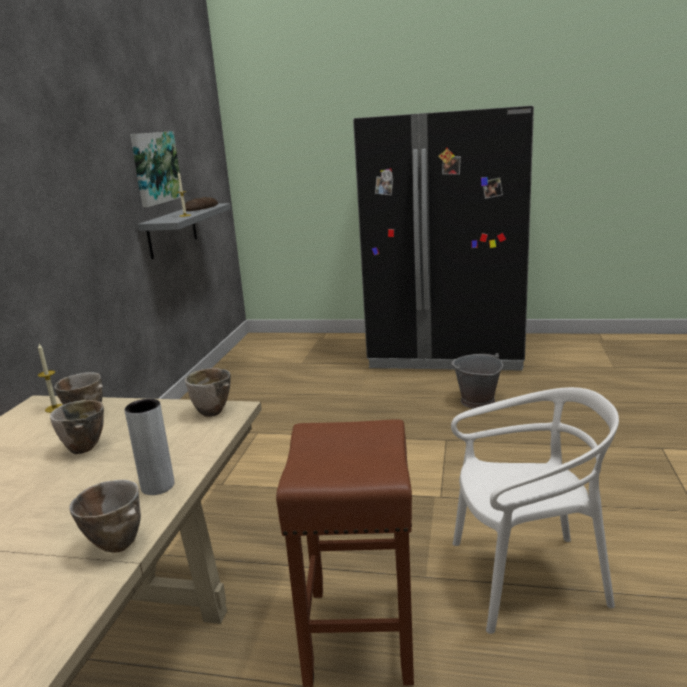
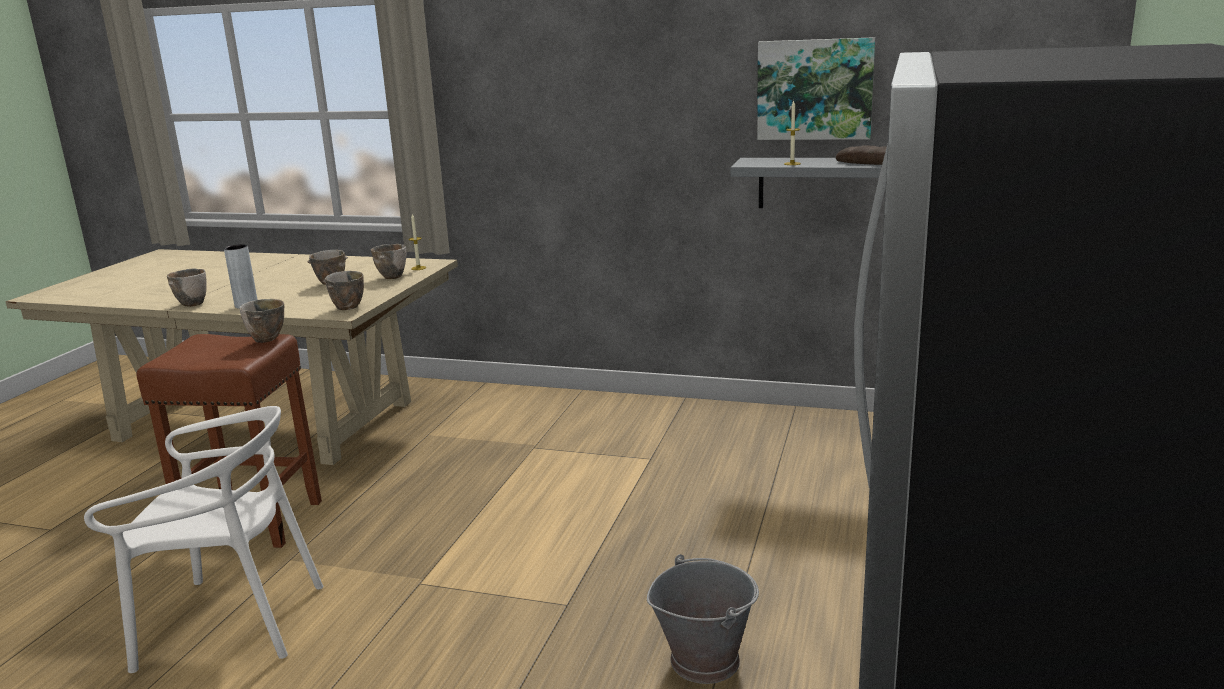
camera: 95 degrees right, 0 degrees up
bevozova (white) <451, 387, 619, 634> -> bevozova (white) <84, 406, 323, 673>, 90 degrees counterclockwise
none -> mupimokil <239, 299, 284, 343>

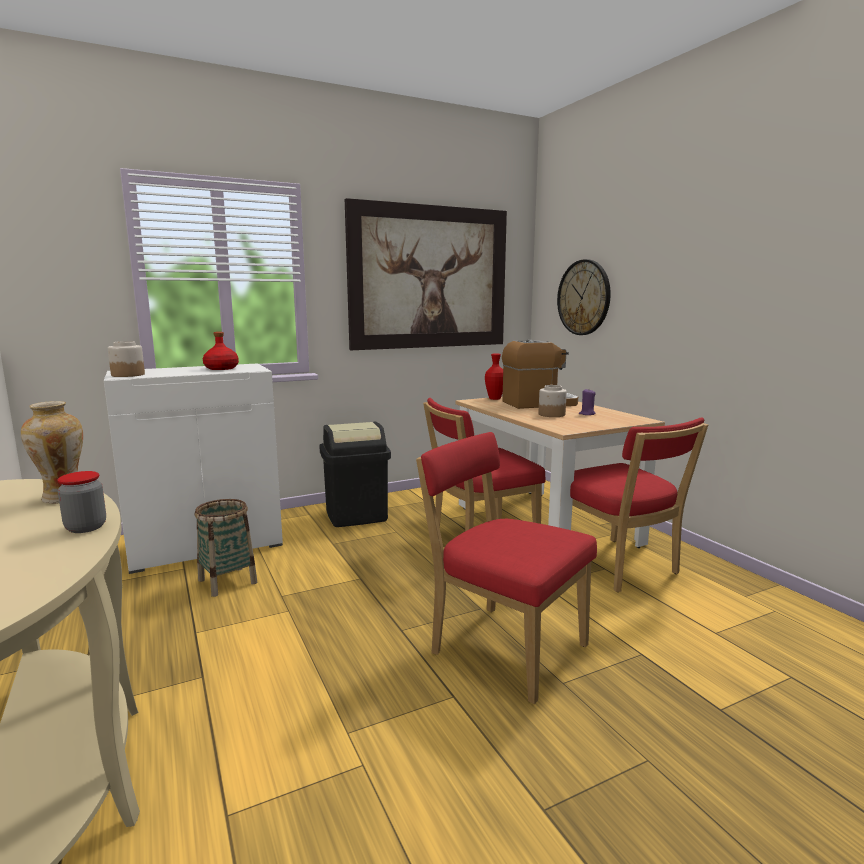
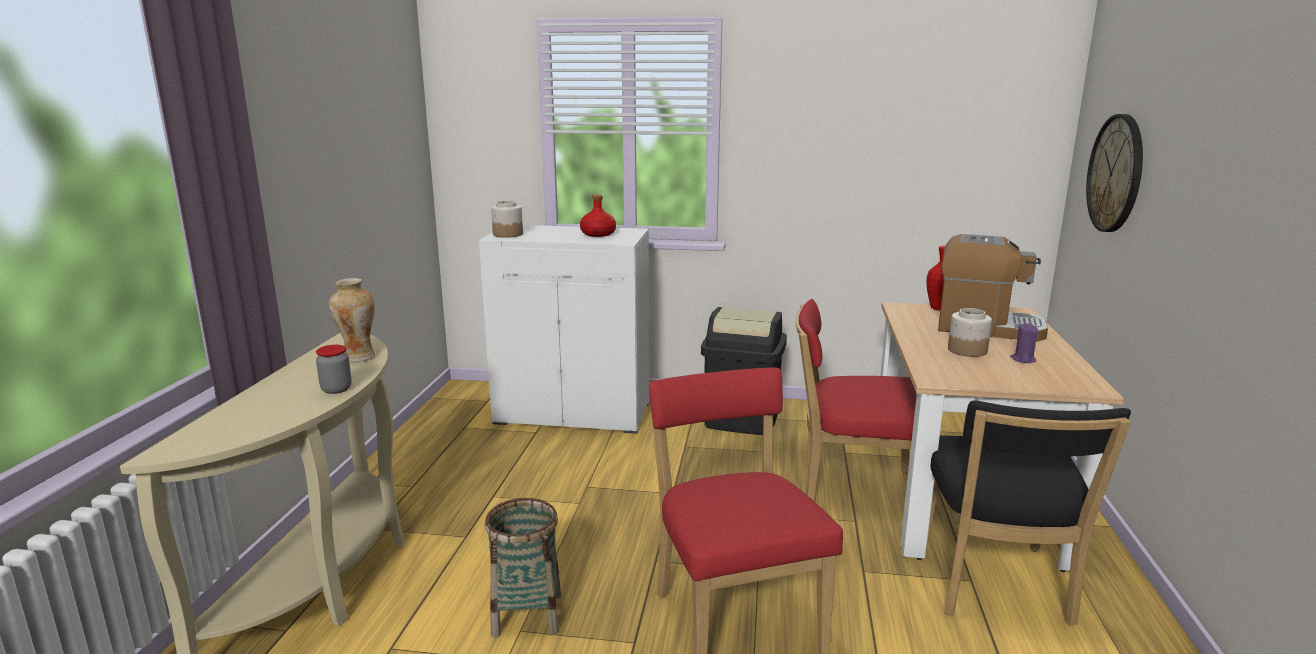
camera: 35 degrees right, 5 degrees up
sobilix <195, 499, 257, 597> -> sobilix <485, 498, 561, 638>, relocated
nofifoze <345, 198, 507, 350> -> none
bevozova (red) <570, 418, 708, 592> -> bevozova (black) <927, 400, 1131, 626>

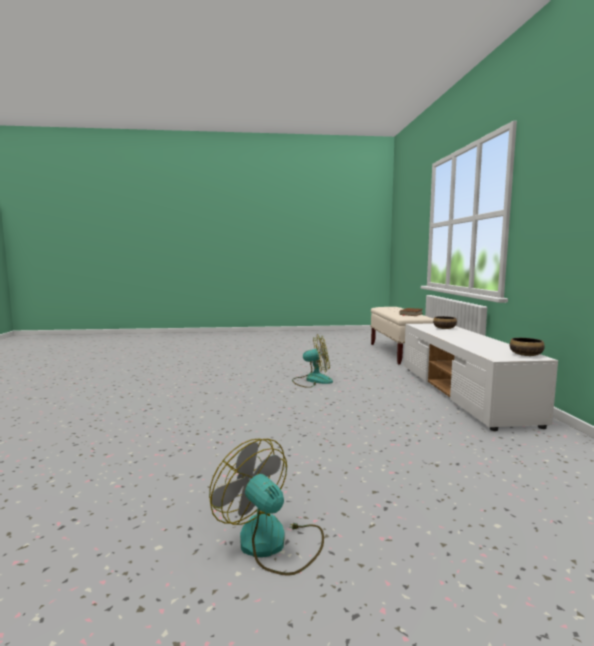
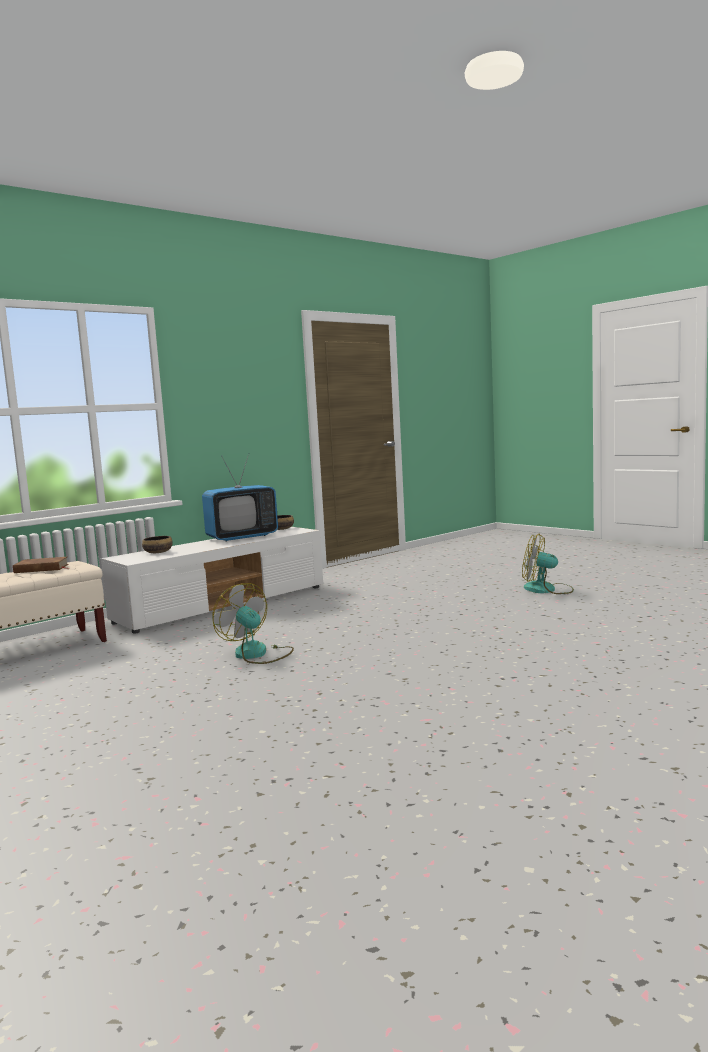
camera: 125 degrees left, 0 degrees up
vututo <209, 439, 324, 576> -> vututo <522, 533, 574, 594>, 105 degrees clockwise
none -> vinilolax <202, 453, 278, 541>

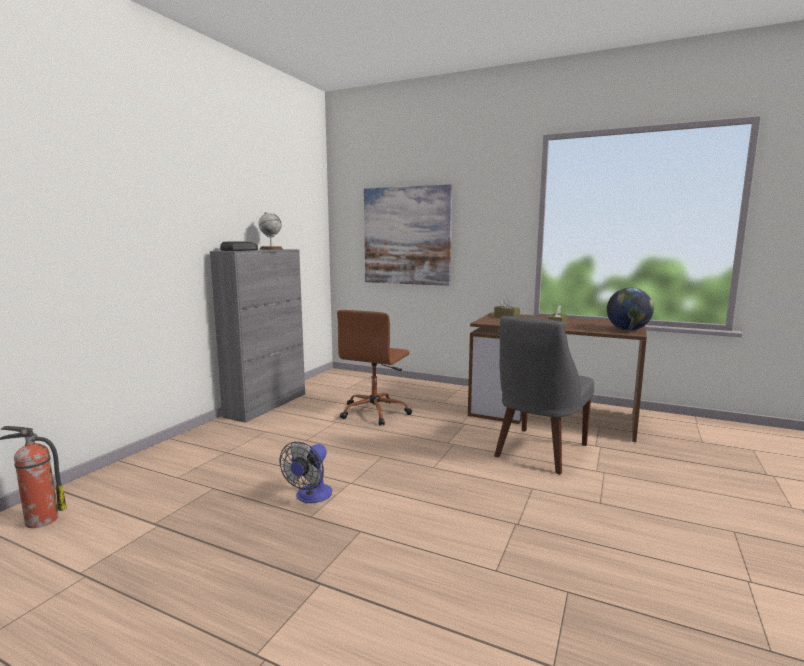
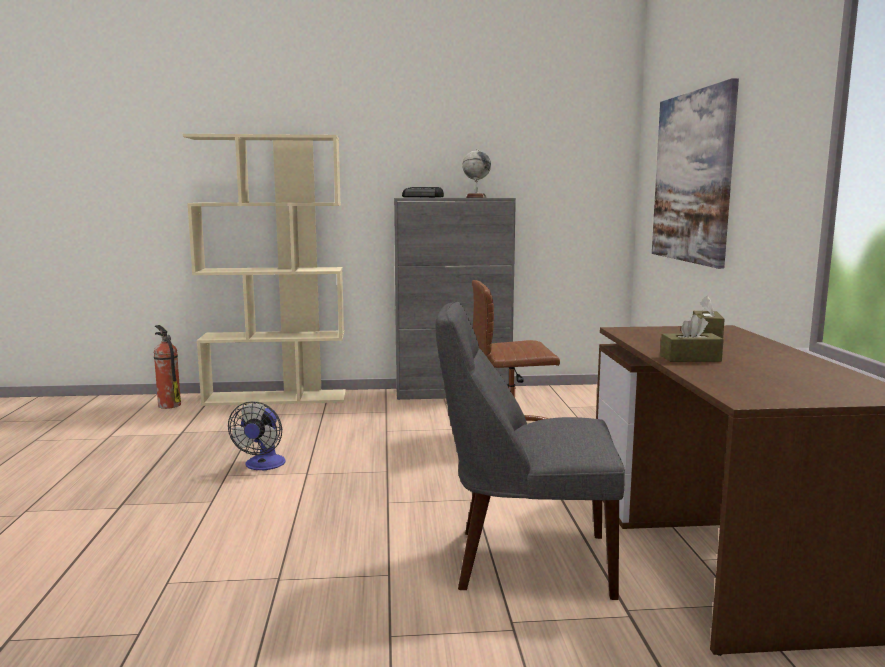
camera: 60 degrees right, 0 degrees up
vututo <279, 442, 332, 503> -> vututo <228, 402, 286, 470>, 75 degrees counterclockwise
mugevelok <607, 288, 654, 331> -> none
none -> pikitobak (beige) <183, 134, 346, 406>

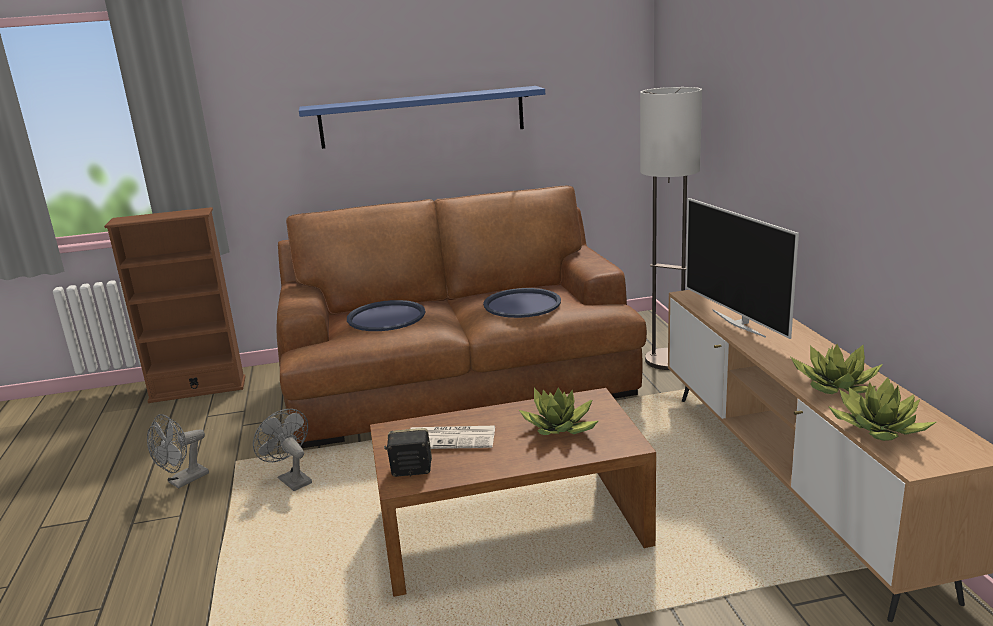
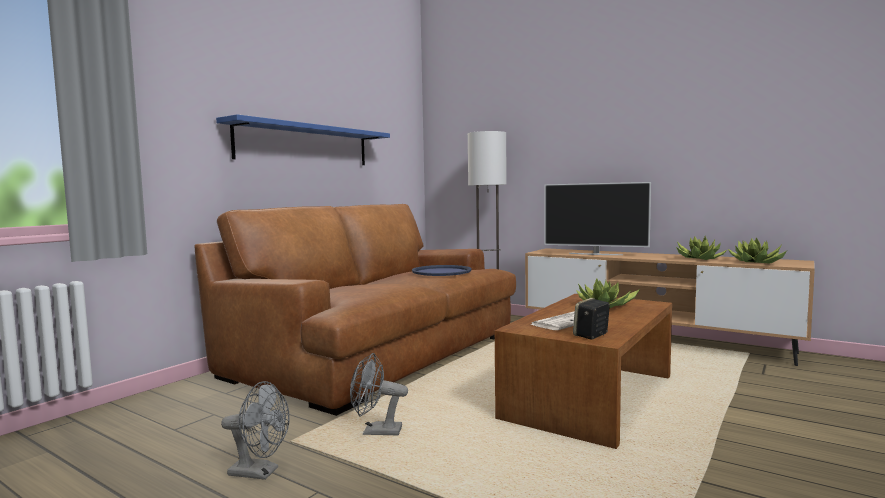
camera: 45 degrees left, 15 degrees down
pikitobak (brown) <104, 207, 246, 403> -> none
vututo (grey) <147, 414, 209, 489> -> vututo (grey) <221, 381, 290, 480>, 75 degrees counterclockwise
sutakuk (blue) <347, 300, 425, 331> -> none

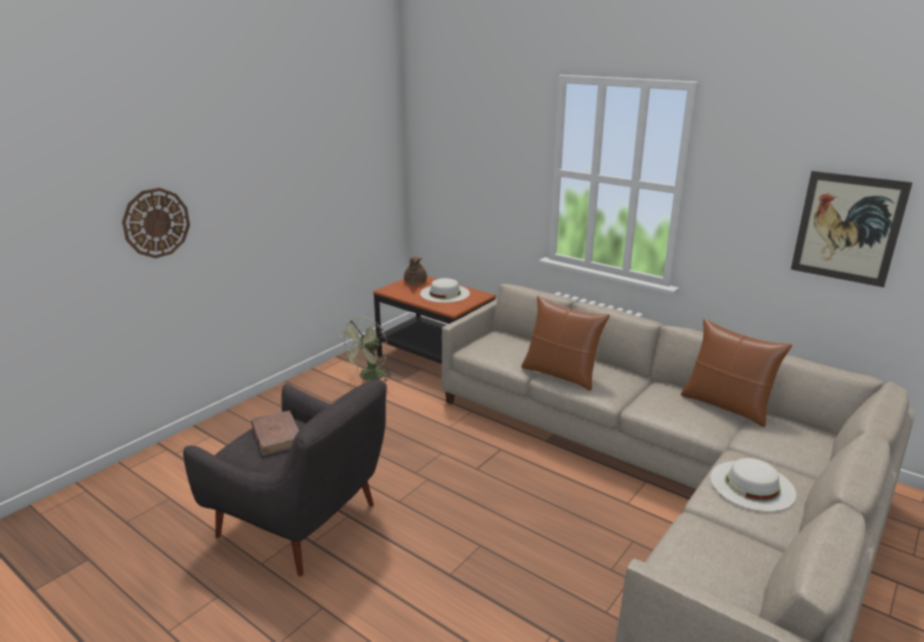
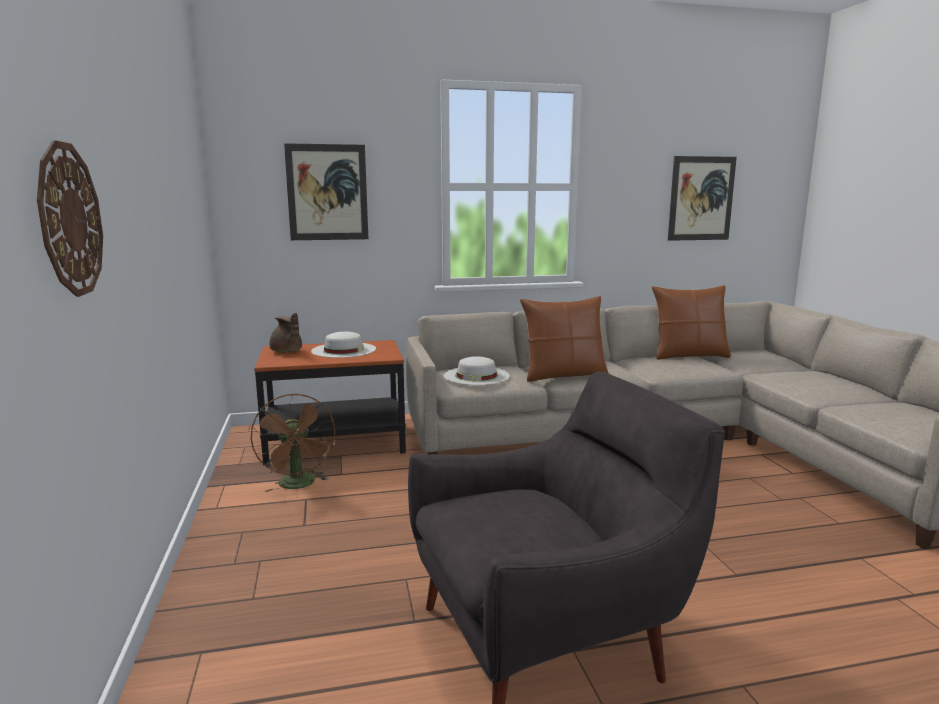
camera: 50 degrees left, 10 degrees down
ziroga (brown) <251, 411, 299, 455> -> none
vututo (green) <338, 316, 392, 382> -> vututo (brown) <251, 394, 335, 492>
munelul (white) <710, 458, 796, 512> -> munelul (white) <444, 356, 510, 385>, relocated
none -> nofifoze <284, 143, 368, 240>

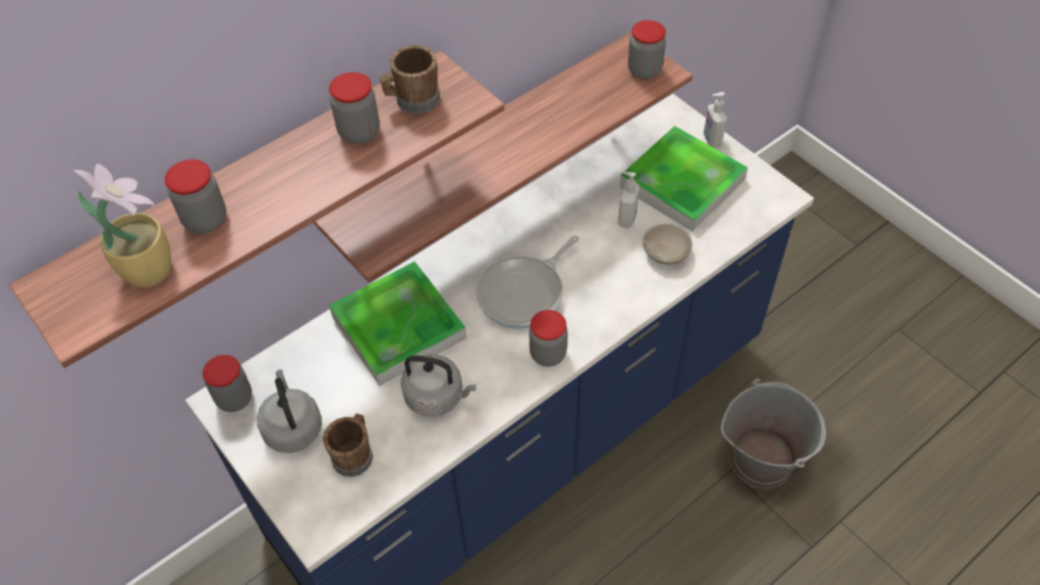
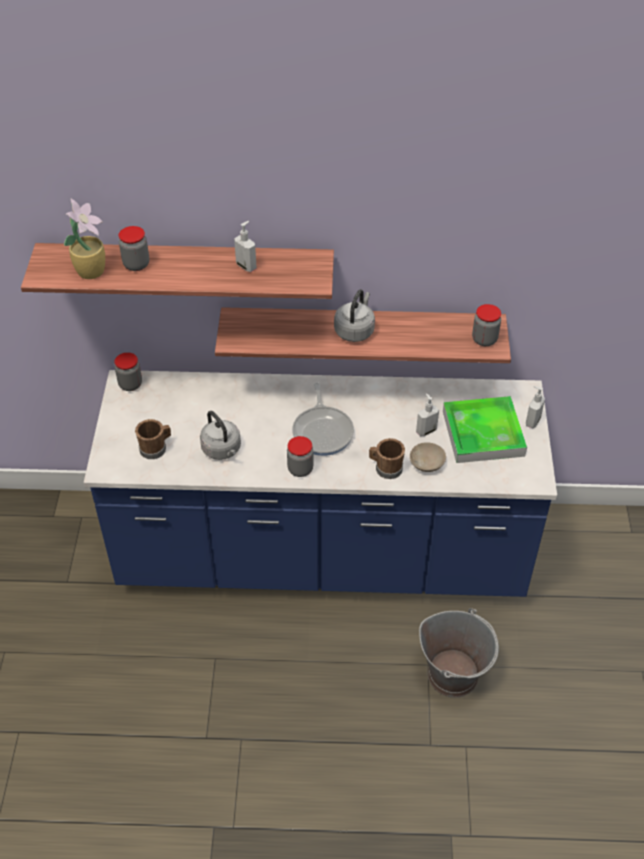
camera: 40 degrees right, 5 degrees down
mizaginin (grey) <257, 369, 322, 453> -> mizaginin (grey) <334, 289, 375, 342>, relocated
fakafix <329, 72, 380, 144> -> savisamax <234, 221, 257, 272>
sutakuk <329, 261, 467, 386> -> none
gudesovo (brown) <380, 45, 440, 114> -> gudesovo (brown) <369, 438, 405, 479>, relocated
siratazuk <476, 236, 579, 329> -> siratazuk <292, 382, 354, 456>, 90 degrees counterclockwise

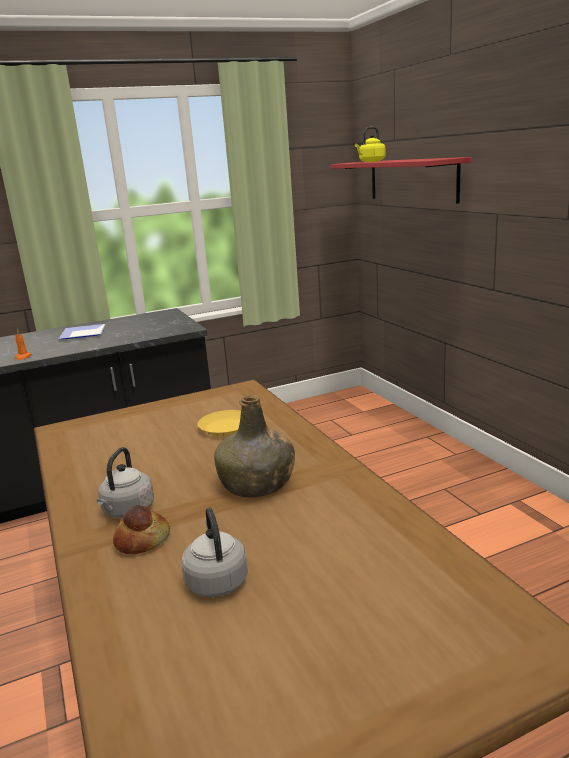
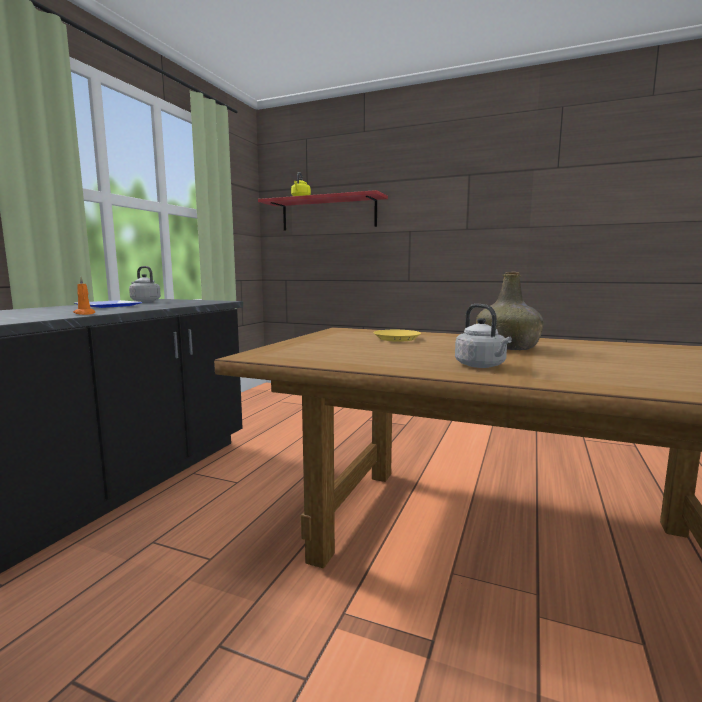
camera: 45 degrees left, 10 degrees down
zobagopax <113, 505, 170, 554> -> none
mizaginin (grey) <181, 508, 248, 597> -> mizaginin (grey) <129, 266, 161, 302>, relocated

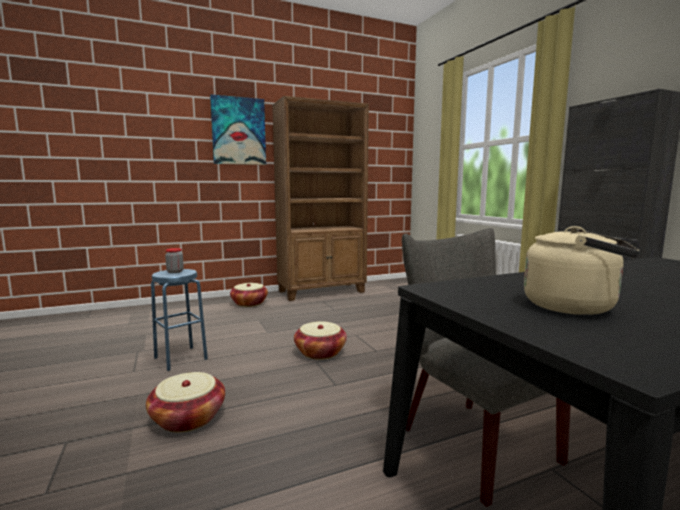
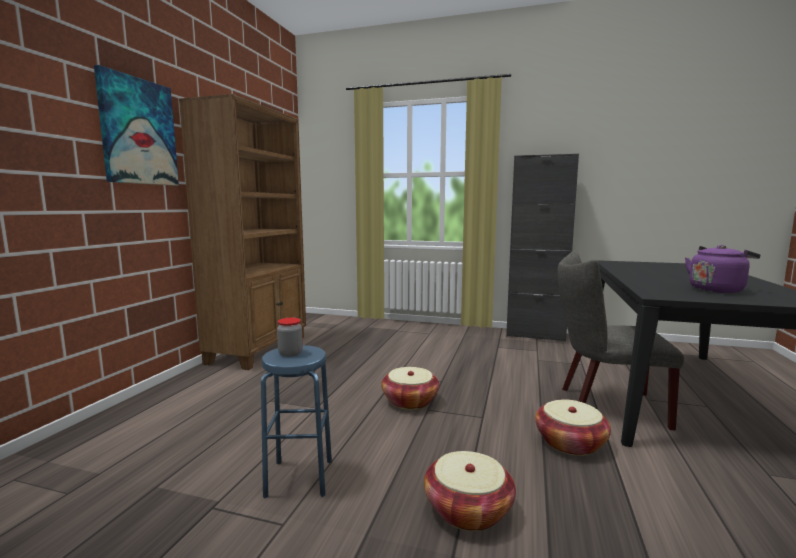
camera: 50 degrees left, 0 degrees up
sobilix <230, 283, 268, 307> -> sobilix <535, 399, 611, 456>, relocated
mizaginin (beige) <524, 226, 640, 315> -> mizaginin (purple) <685, 245, 760, 293>

